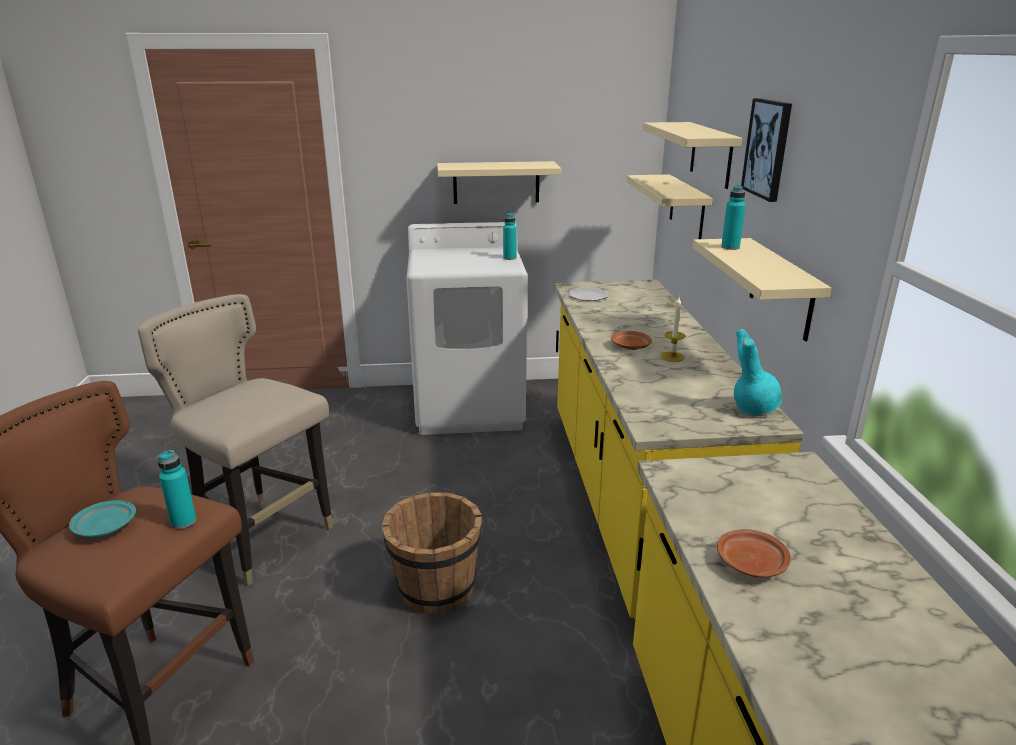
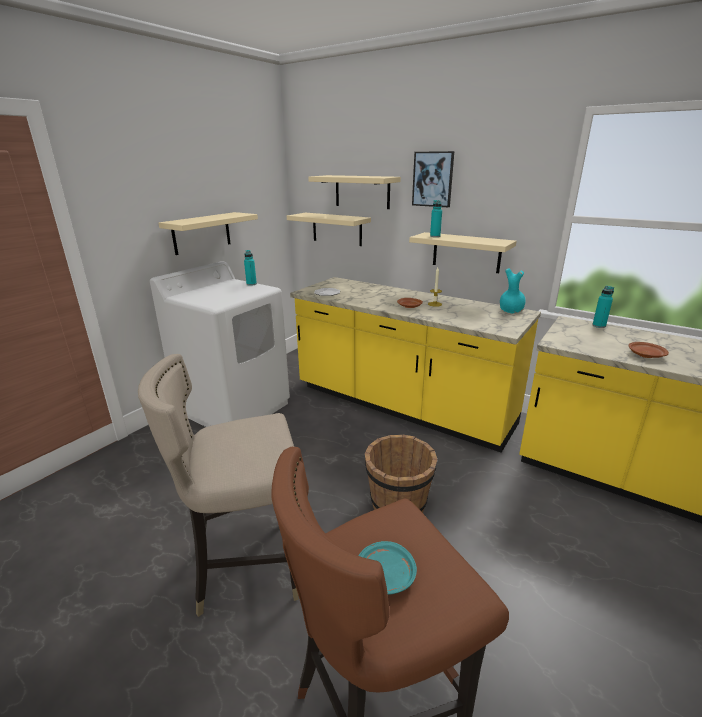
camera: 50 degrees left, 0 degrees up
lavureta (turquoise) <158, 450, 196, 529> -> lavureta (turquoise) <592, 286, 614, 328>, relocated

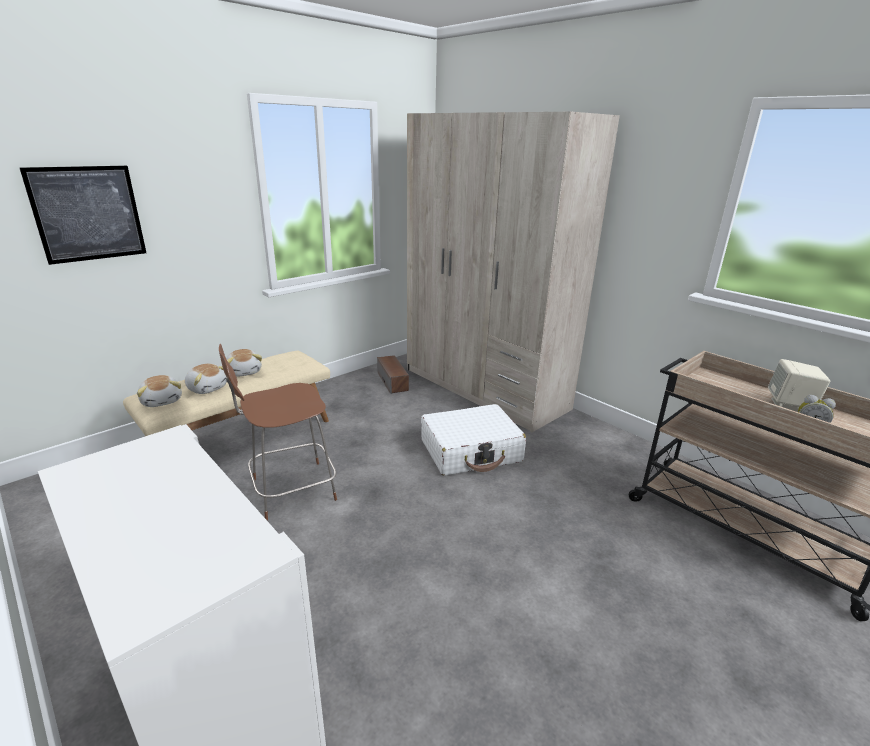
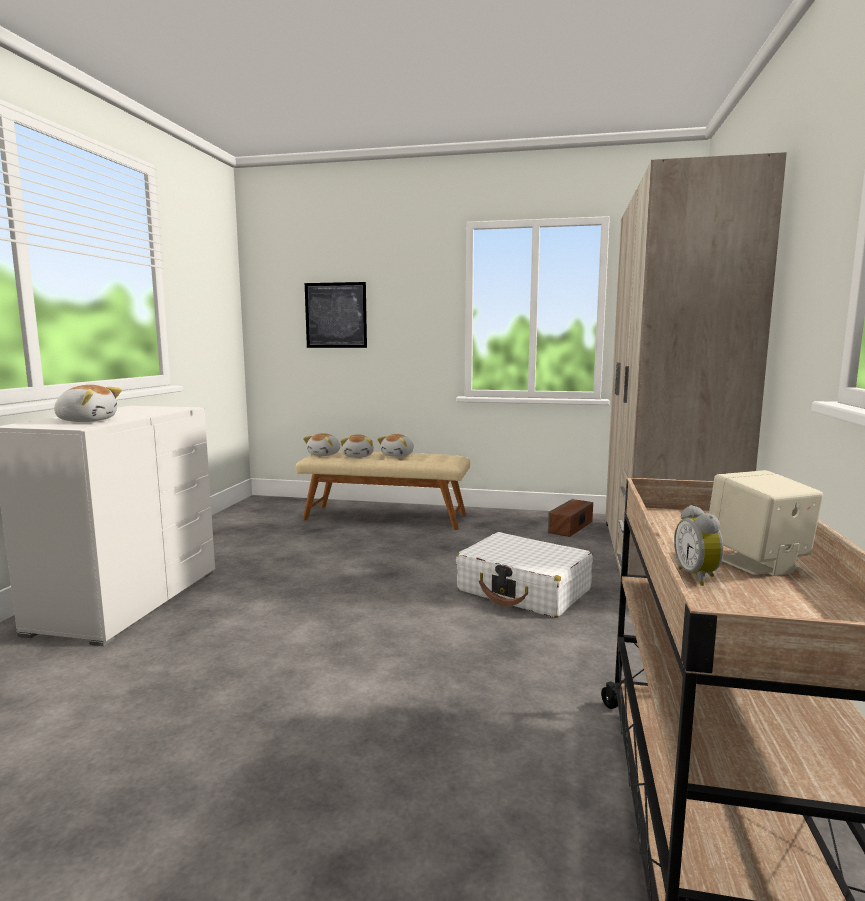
camera: 55 degrees right, 15 degrees down
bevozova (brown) <219, 344, 337, 520> -> none
none -> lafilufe <54, 385, 122, 422>

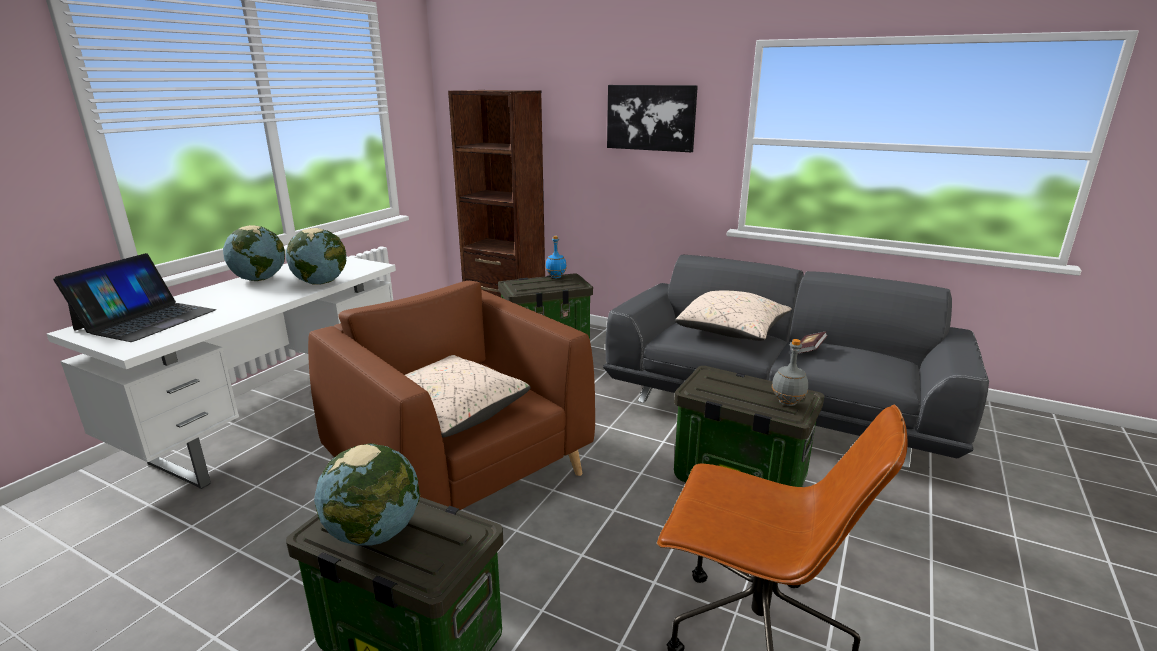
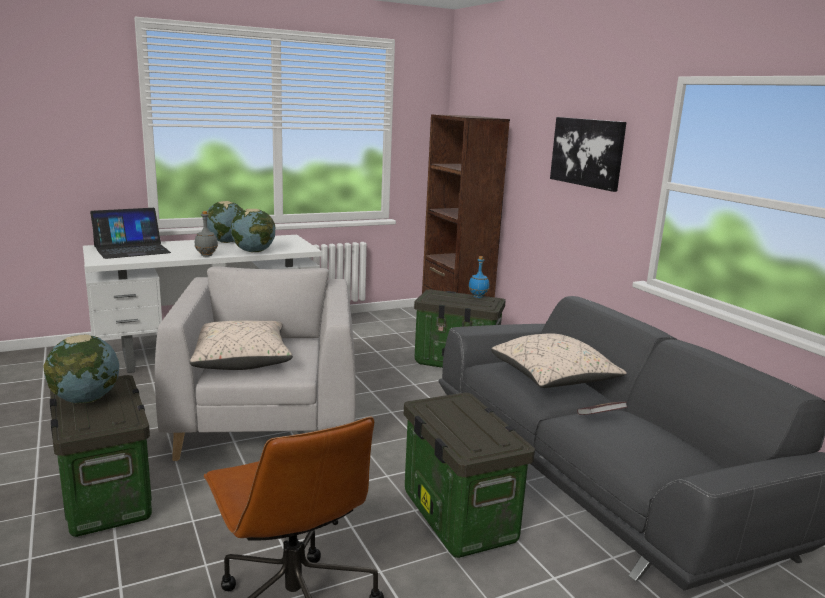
camera: 35 degrees right, 5 degrees down
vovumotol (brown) <308, 281, 595, 510> -> vovumotol (grey) <155, 267, 356, 461>
lavureta (grey) <772, 339, 808, 406> -> lavureta (grey) <194, 211, 218, 257>, relocated

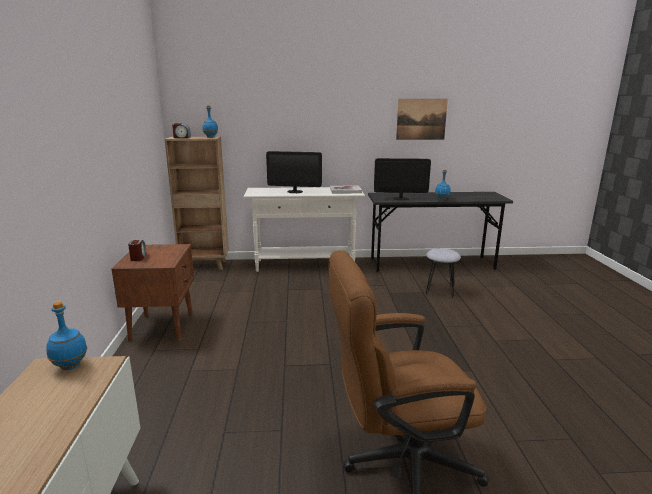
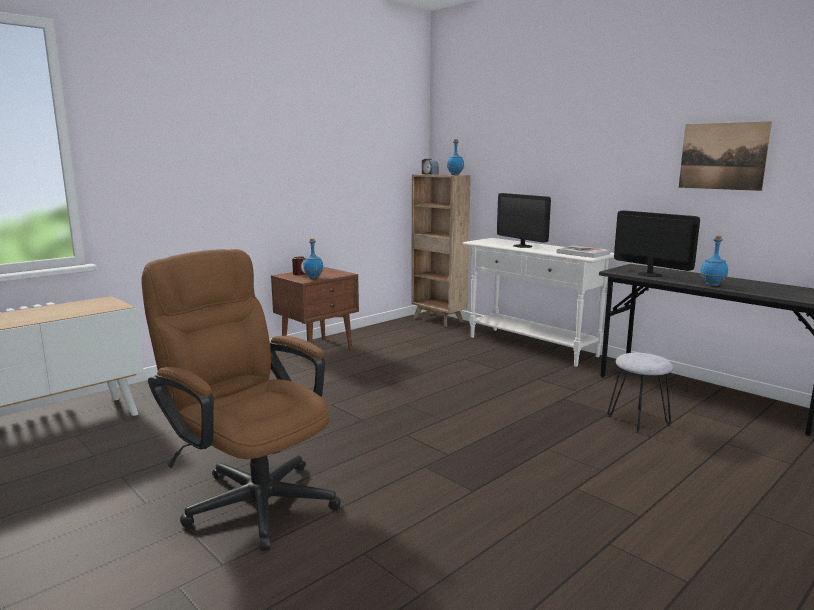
camera: 50 degrees right, 5 degrees down
lavureta (blue) <46, 302, 87, 370> -> lavureta (blue) <303, 238, 323, 278>, relocated

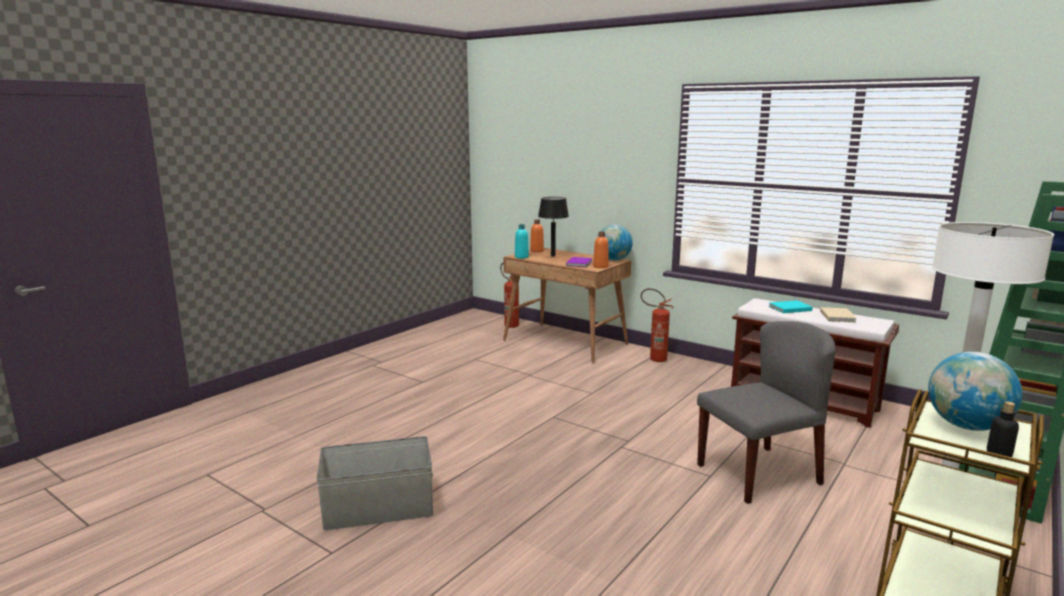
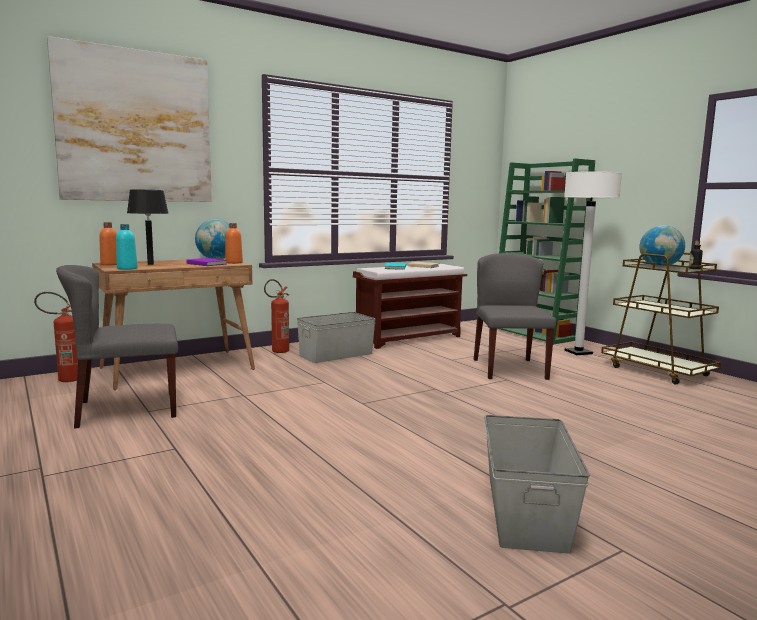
camera: 70 degrees left, 5 degrees down
none -> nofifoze <47, 36, 212, 202>
none -> bevozova (grey) <56, 265, 178, 429>
none -> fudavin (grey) <297, 312, 376, 363>

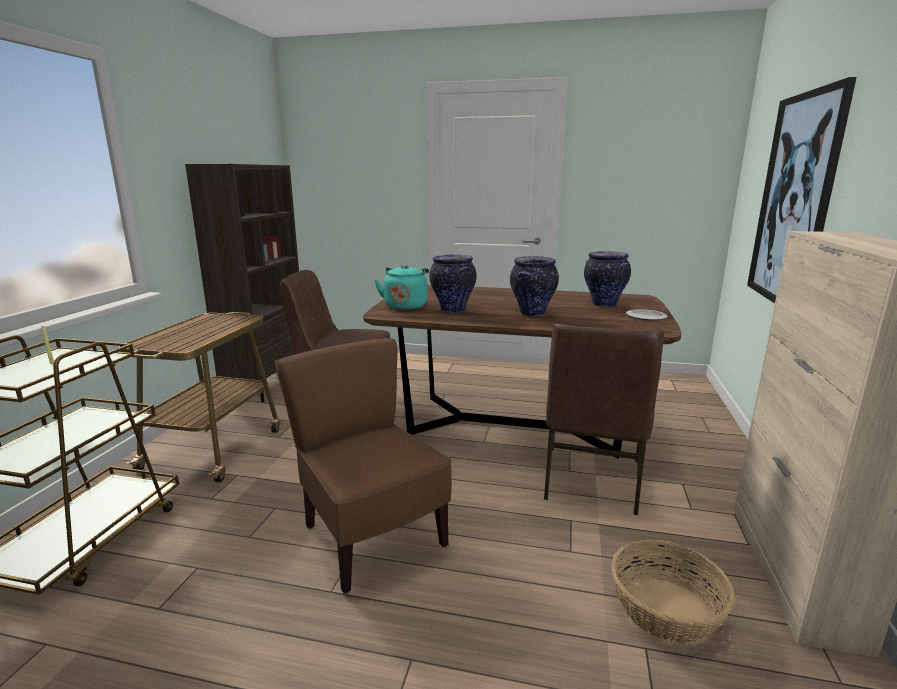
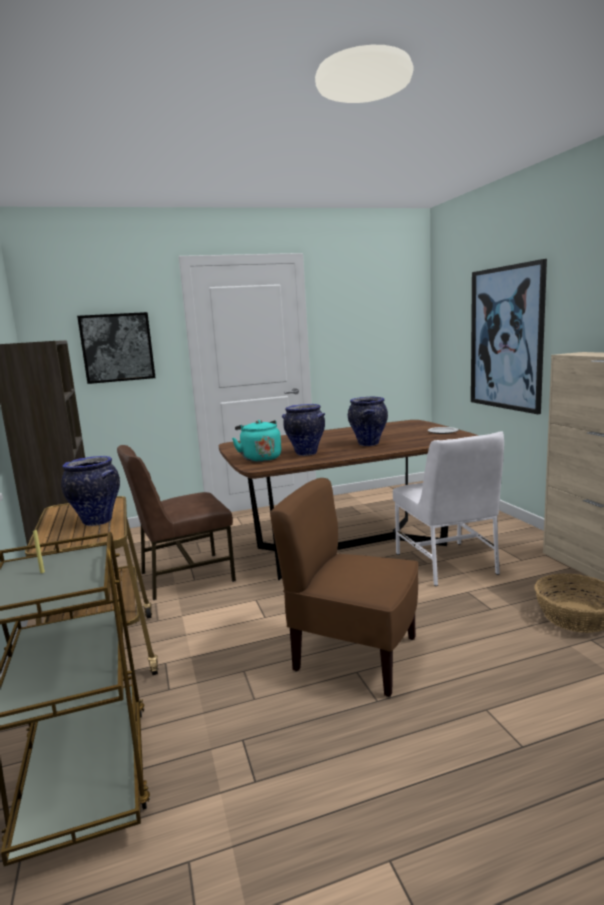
camera: 30 degrees left, 5 degrees down
bevozova (brown) <544, 323, 664, 515> -> bevozova (white) <393, 431, 504, 586>
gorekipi <584, 251, 631, 307> -> gorekipi <61, 456, 120, 526>, relocated
none -> nofifoze <77, 312, 155, 384>

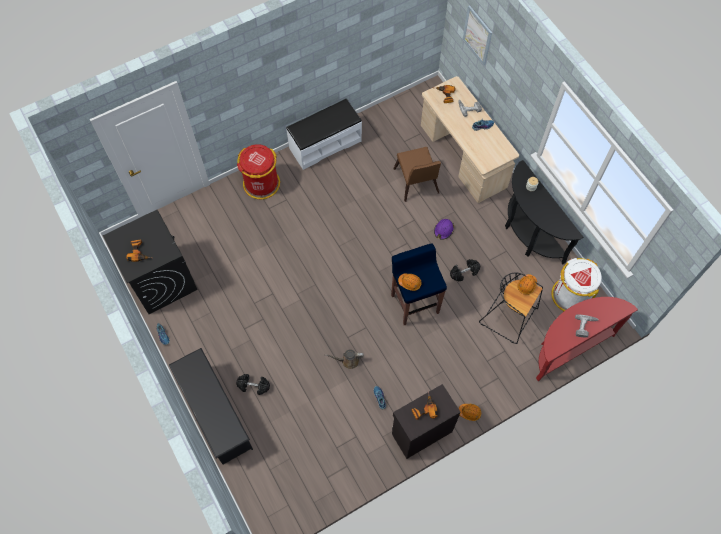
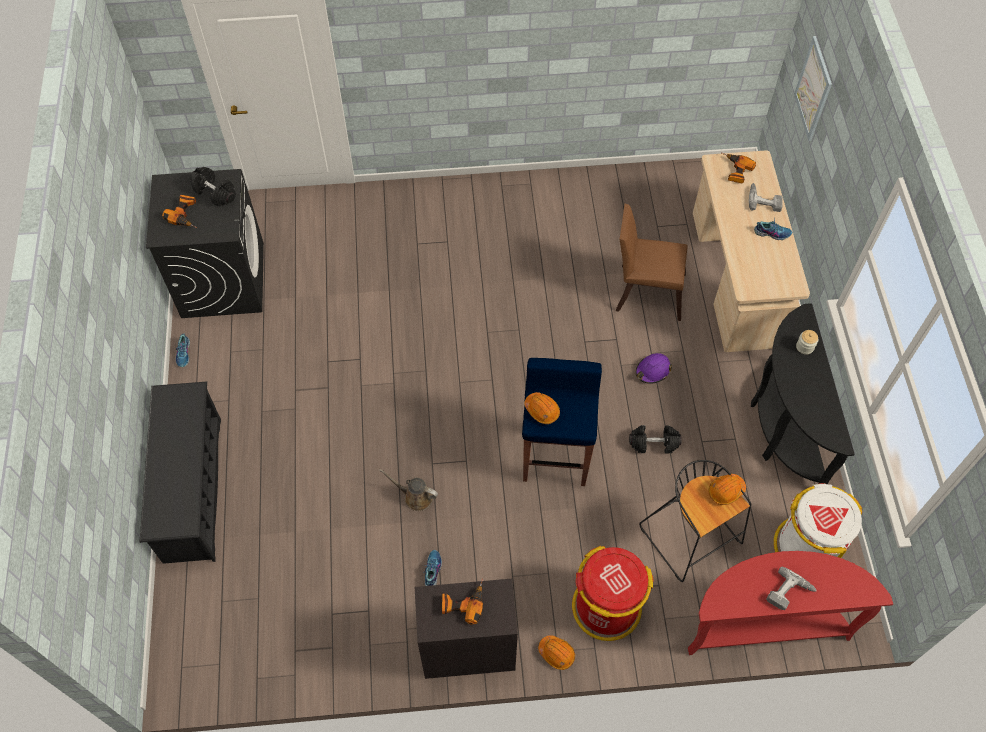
camera: 25 degrees right, 5 degrees down
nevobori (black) <236, 374, 270, 395> -> nevobori (black) <190, 167, 236, 206>, relocated
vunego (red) <237, 144, 280, 199> -> vunego (red) <572, 546, 654, 641>, relocated
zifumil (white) <286, 99, 362, 170> -> none
bevozova (brown) <393, 147, 441, 202> -> bevozova (brown) <616, 204, 688, 321>, 90 degrees clockwise

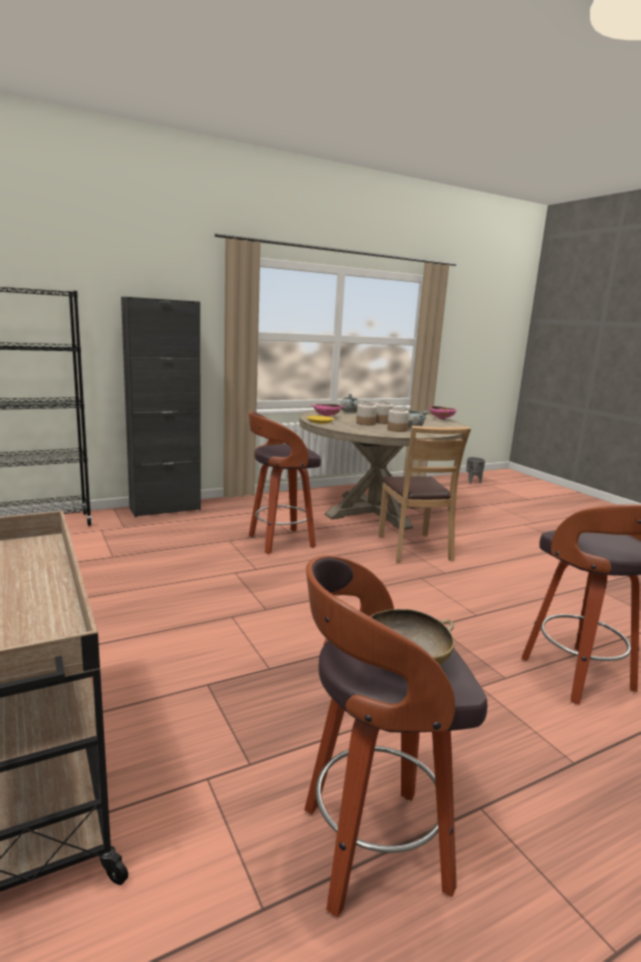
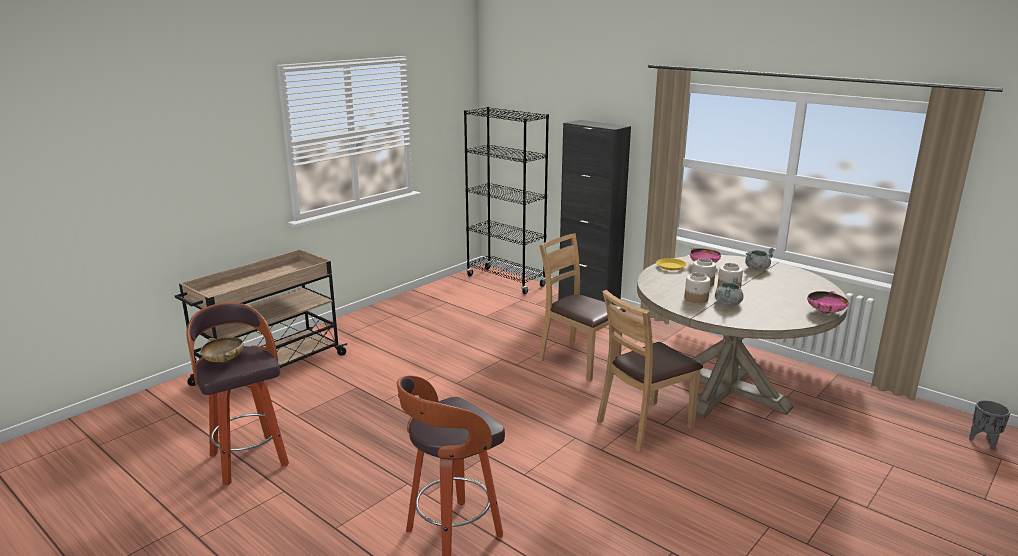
camera: 70 degrees right, 5 degrees up
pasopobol <248, 411, 321, 554> -> bevozova (brown) <538, 233, 626, 381>

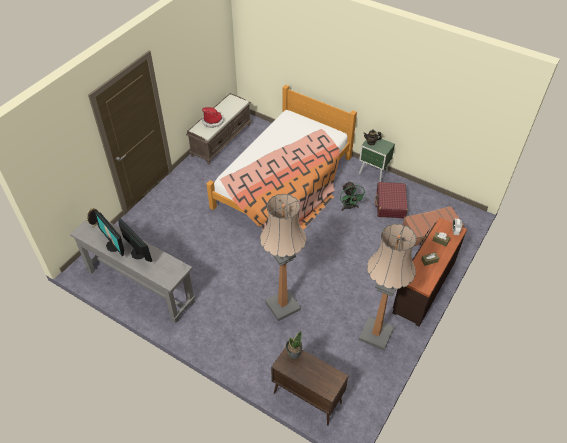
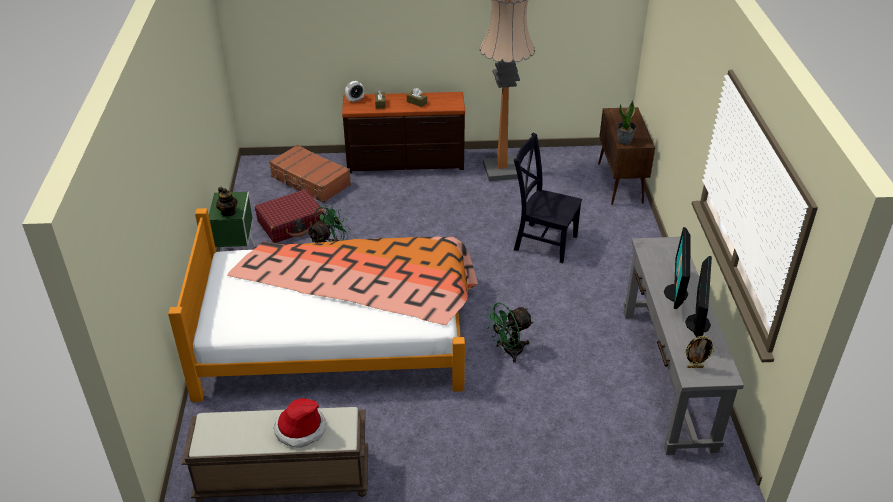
camera: 125 degrees left, 10 degrees down
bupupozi <260, 194, 307, 321> -> bevozova (black) <514, 133, 582, 263>
none -> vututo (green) <485, 302, 533, 363>

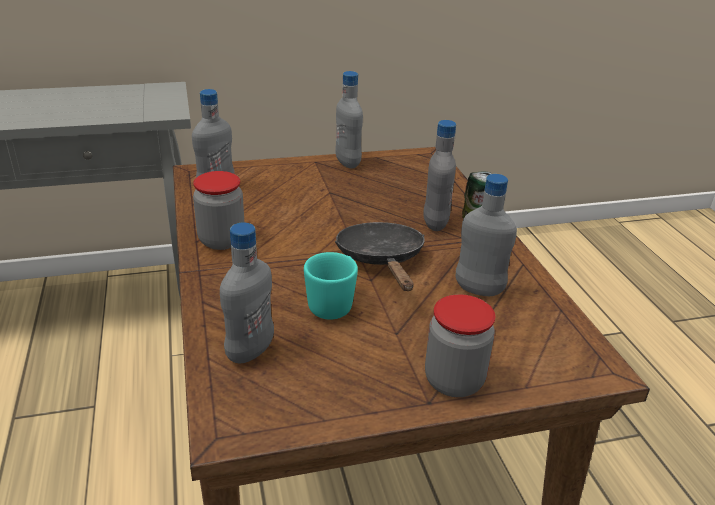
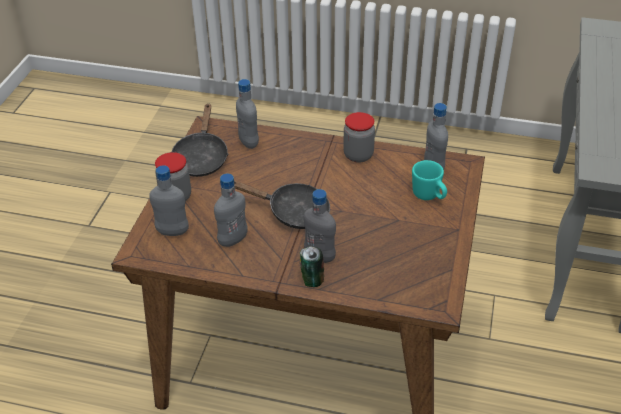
camera: 120 degrees right, 10 degrees up
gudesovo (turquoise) <304, 252, 358, 320> -> gudesovo (turquoise) <412, 160, 447, 200>, relocated
lavureta (grey) <335, 71, 363, 169> -> lavureta (grey) <149, 165, 189, 236>, relocated
none -> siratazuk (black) <171, 103, 228, 177>

